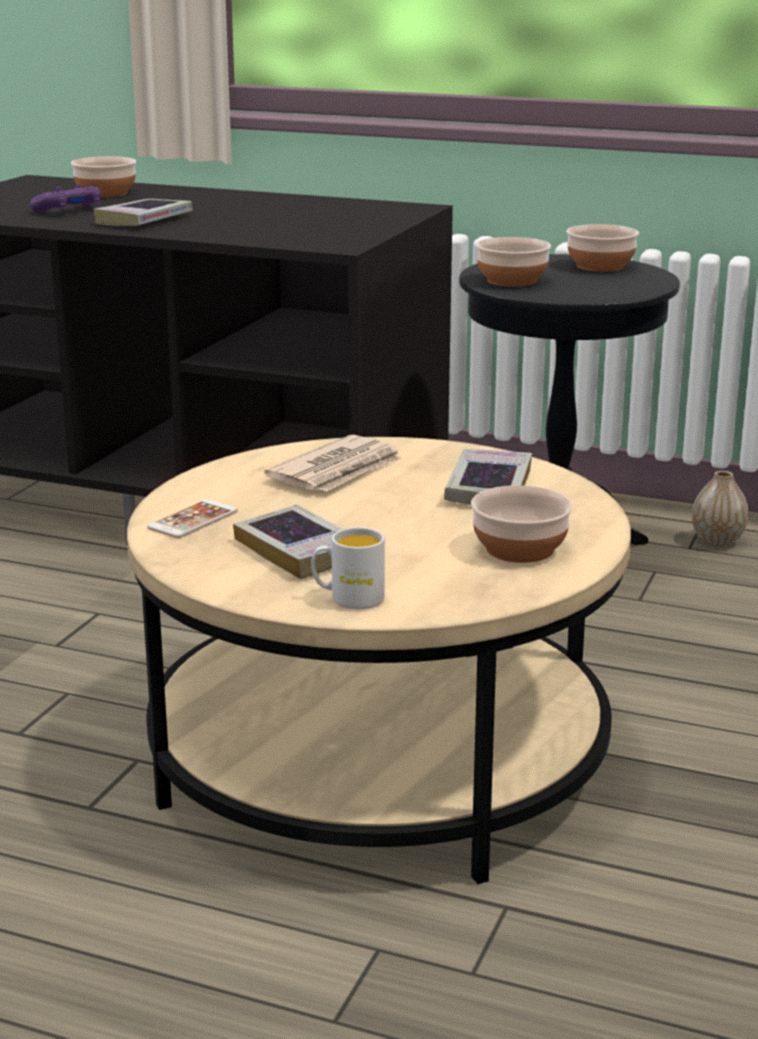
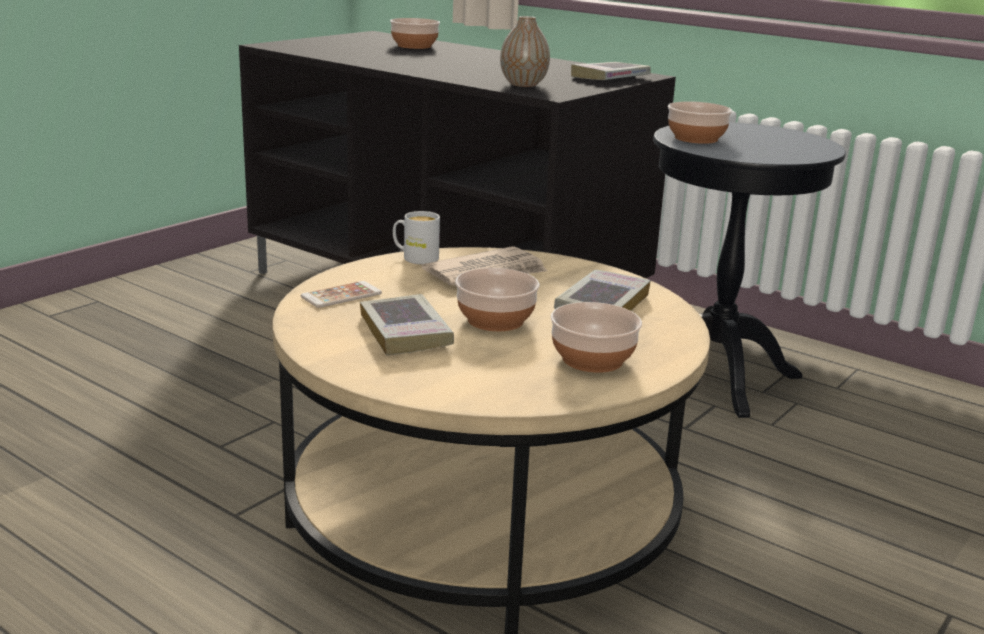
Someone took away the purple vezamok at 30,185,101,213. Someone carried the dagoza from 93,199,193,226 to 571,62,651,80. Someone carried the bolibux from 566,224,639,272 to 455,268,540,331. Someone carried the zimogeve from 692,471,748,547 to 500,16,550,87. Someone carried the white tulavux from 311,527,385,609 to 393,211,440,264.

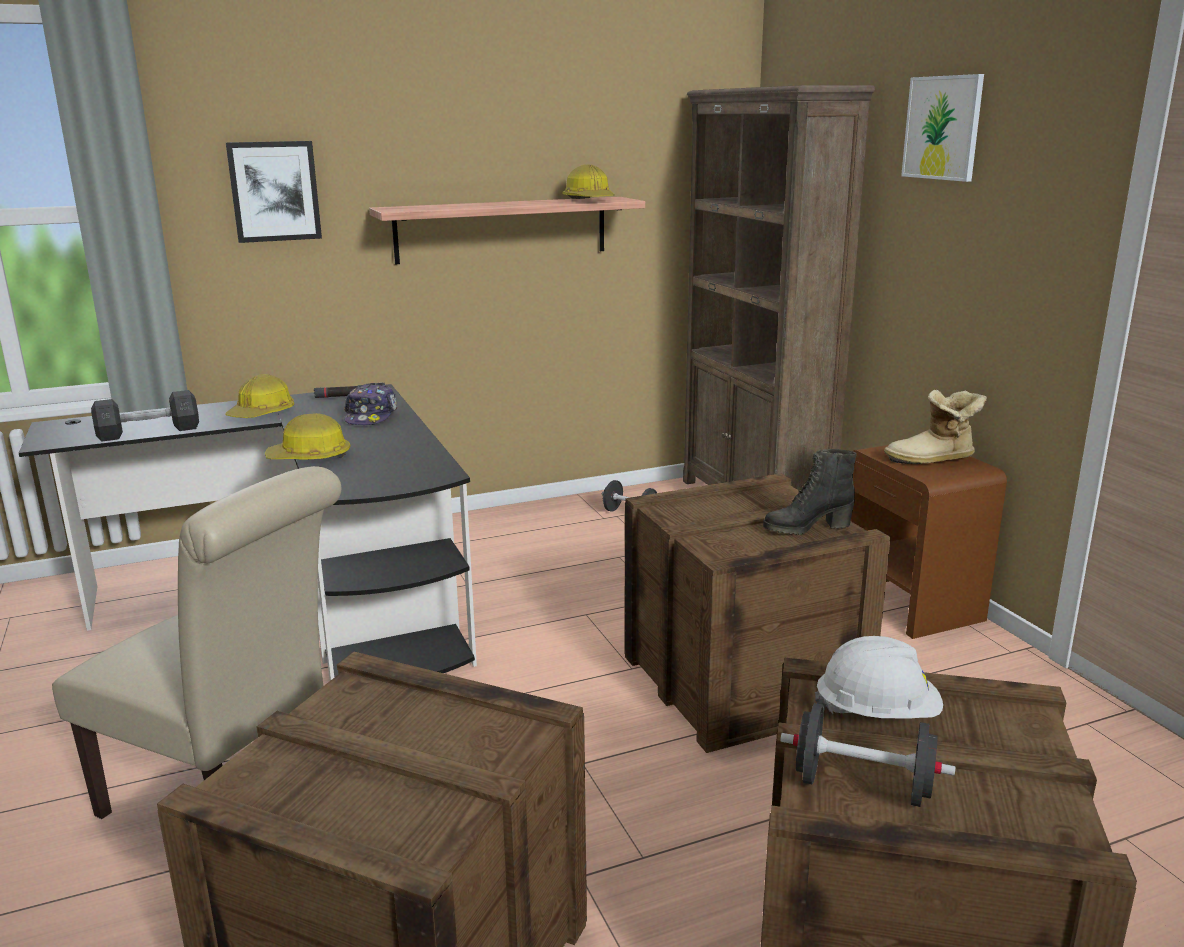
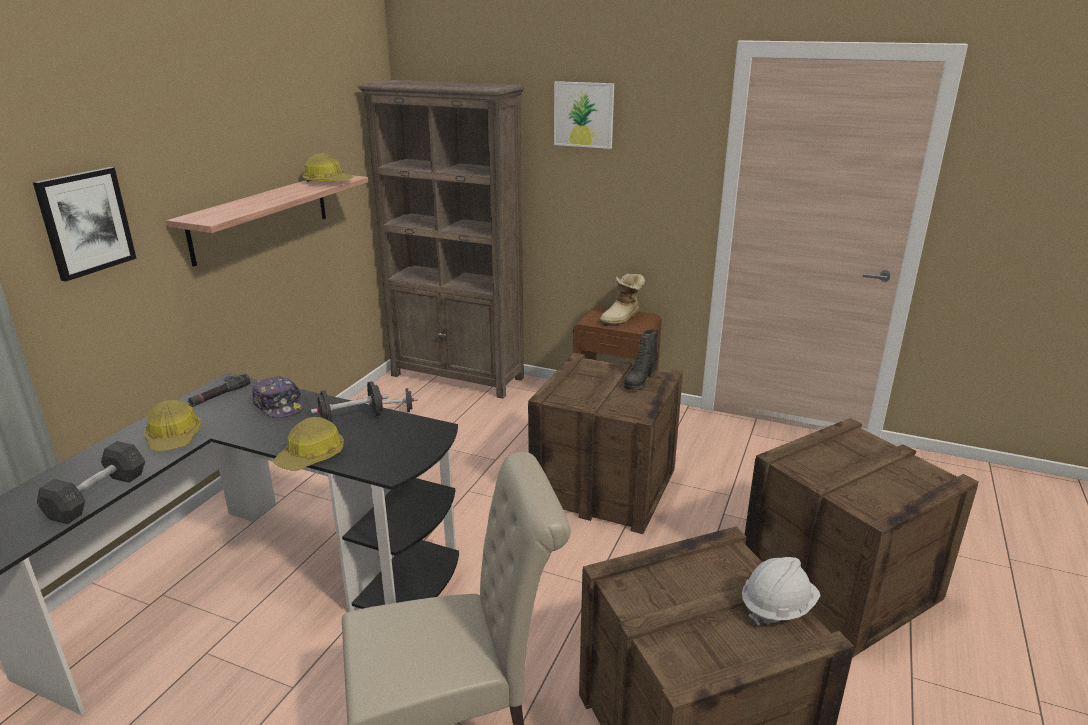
Someone carried the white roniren from 815,636,943,719 to 742,557,821,626. Someone carried the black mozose from 780,703,956,807 to 311,381,388,423.

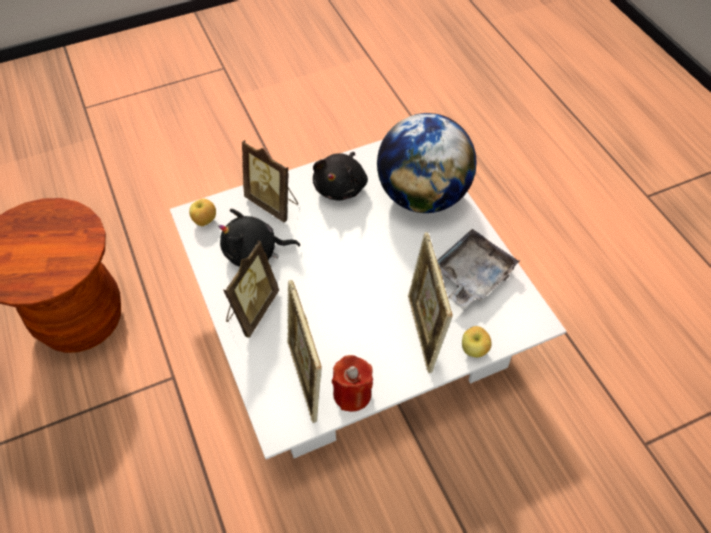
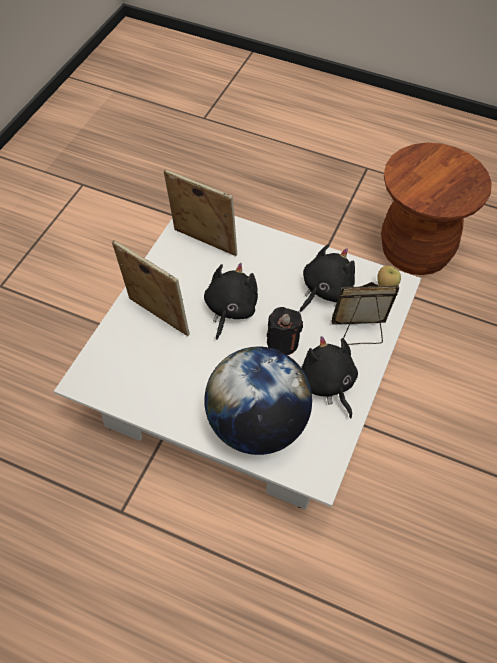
Someone took away the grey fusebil at 437,229,520,309. Someone took away the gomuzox at 223,240,279,338. Someone took away the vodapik at 462,326,491,358. Someone took away the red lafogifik at 332,355,373,412. Someone put down the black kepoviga at 204,263,258,340. Someone put down the black lafogifik at 267,307,303,355.

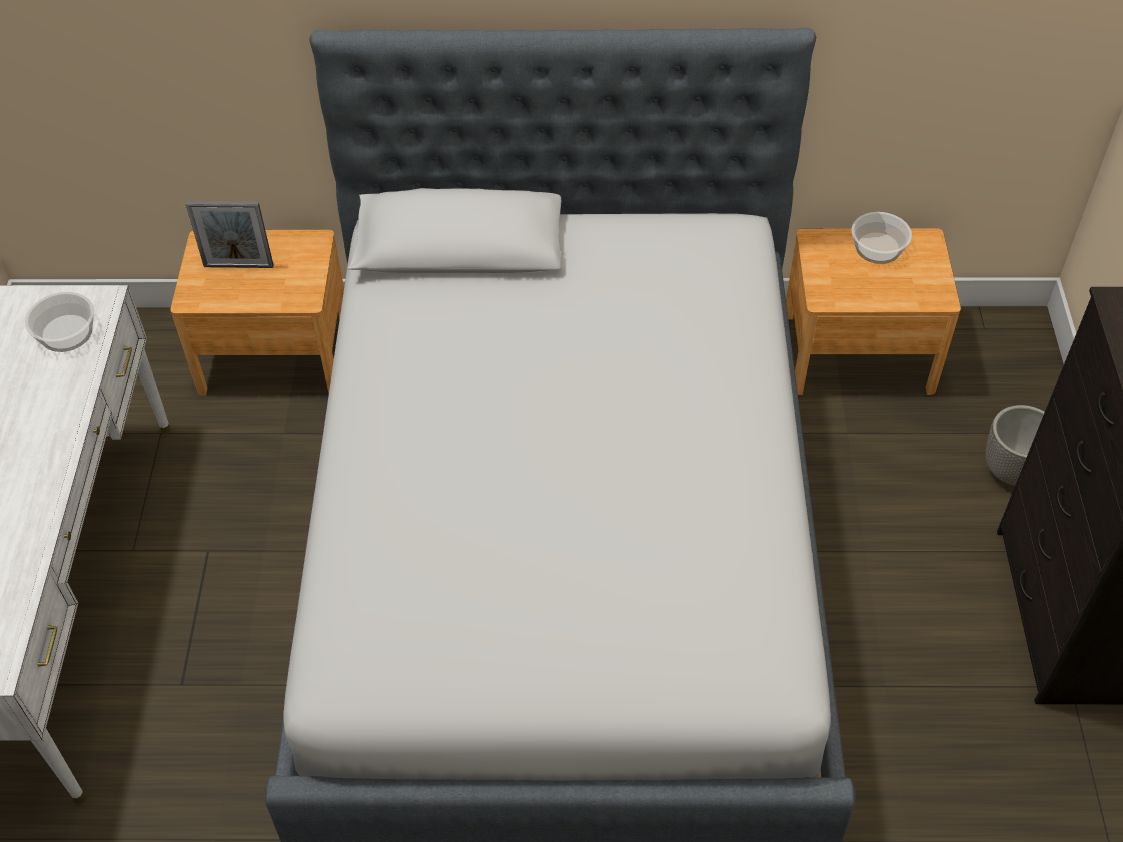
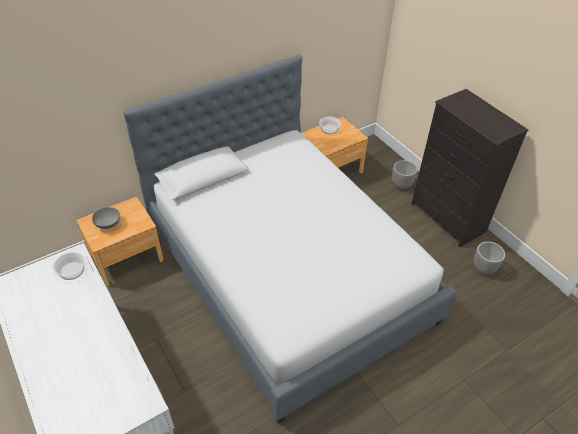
Someone swapped the gomuzox at 186,201,274,268 for the grey bolibux at 92,207,120,229. Someone put down the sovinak at 474,241,505,274.

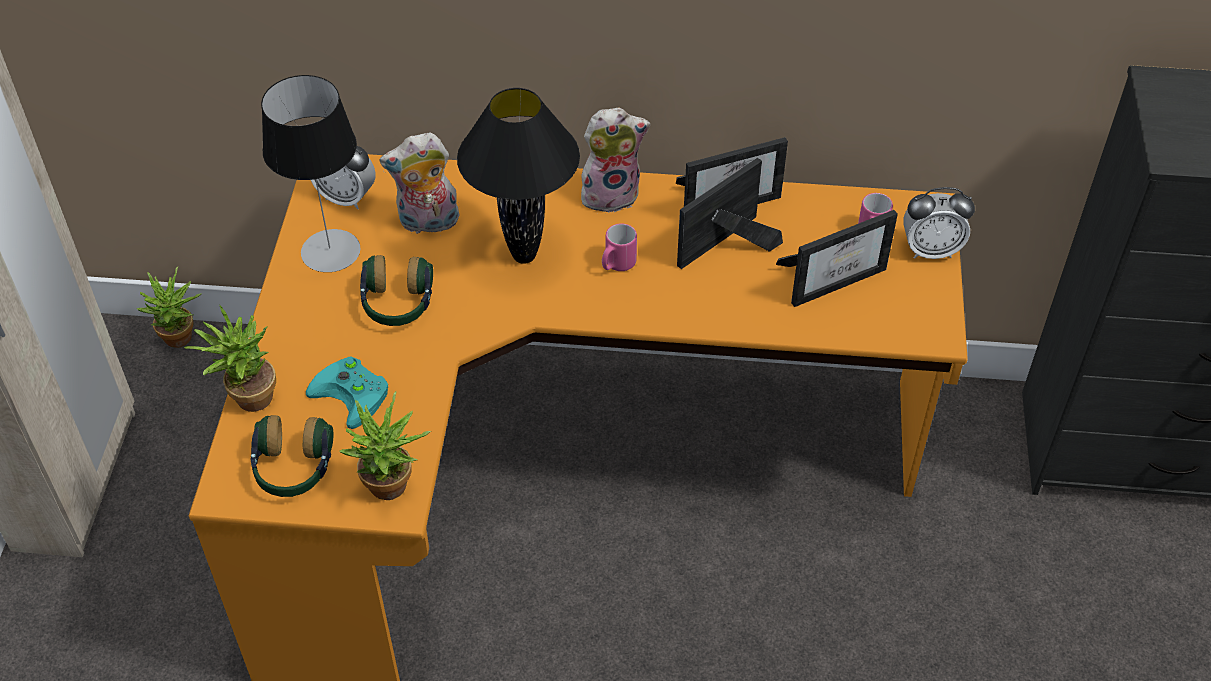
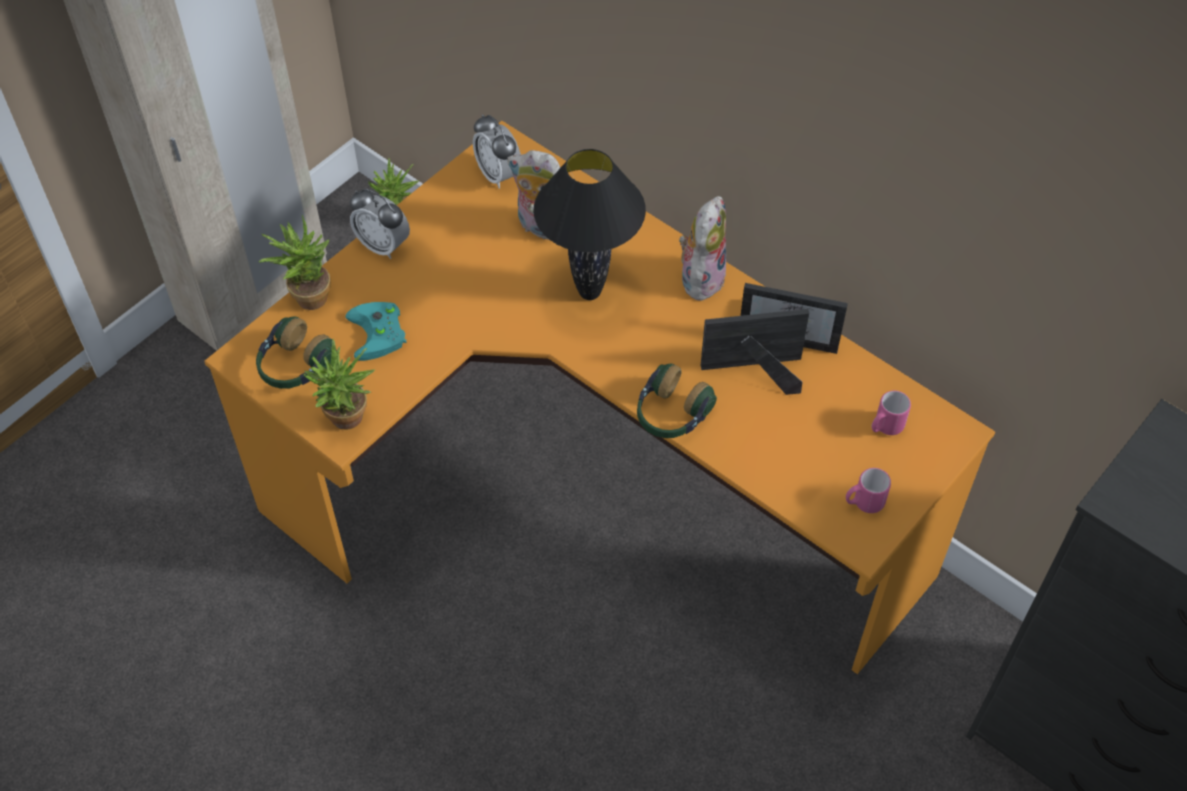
Someone took away the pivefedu at 261,75,360,272. Someone rotated the kepoviga at 581,108,651,213 by 90 degrees counterclockwise. Someone carried the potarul from 903,187,975,259 to 350,189,410,259. Someone took away the gomuzox at 776,210,898,307. Someone carried the pink tulavux from 602,223,637,271 to 846,468,891,513. Someone carried the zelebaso from 360,255,433,326 to 637,364,717,438.

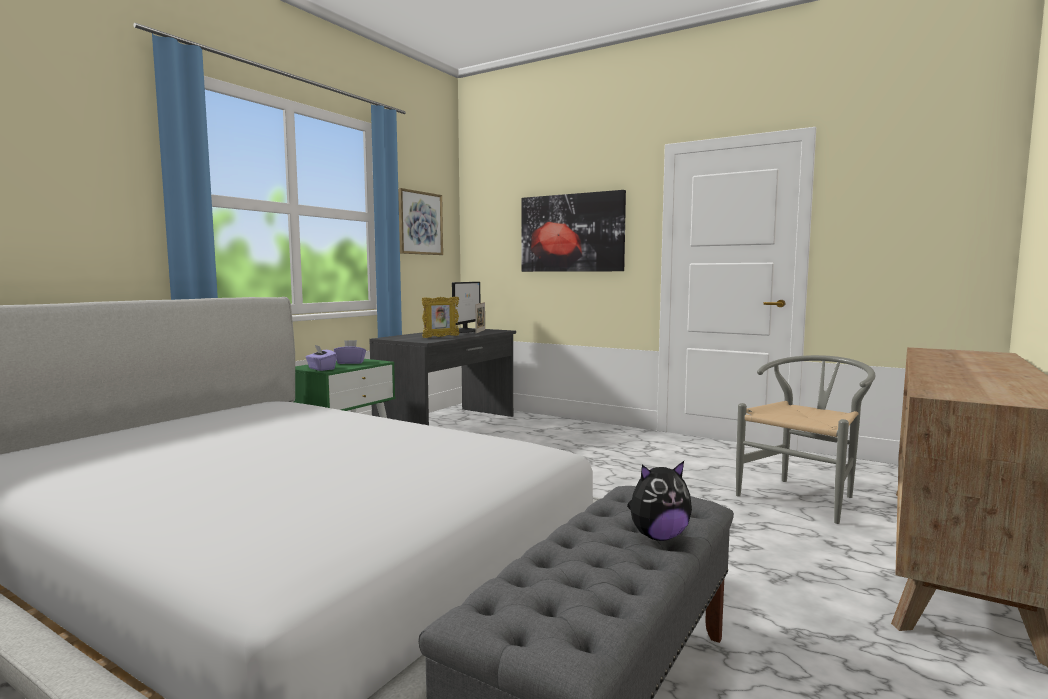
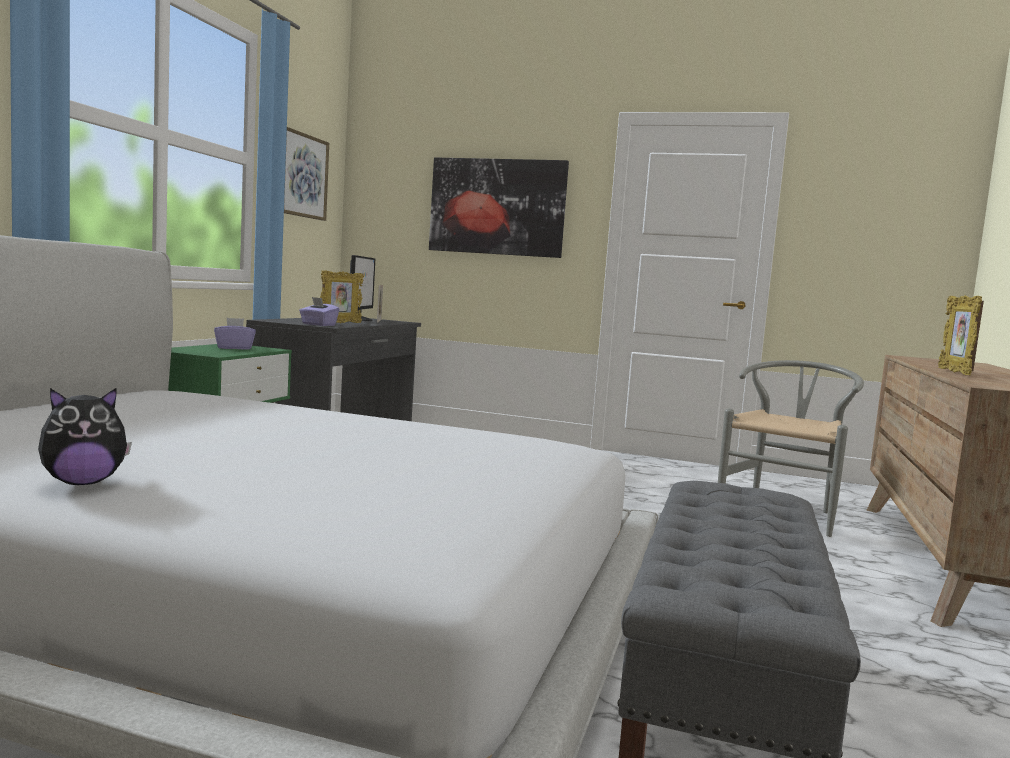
Someone carried the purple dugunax from 306,345,337,371 to 299,297,340,326. Someone carried the kepoviga from 627,461,692,541 to 38,388,132,485. Someone put down the gomuzox at 938,295,984,375.

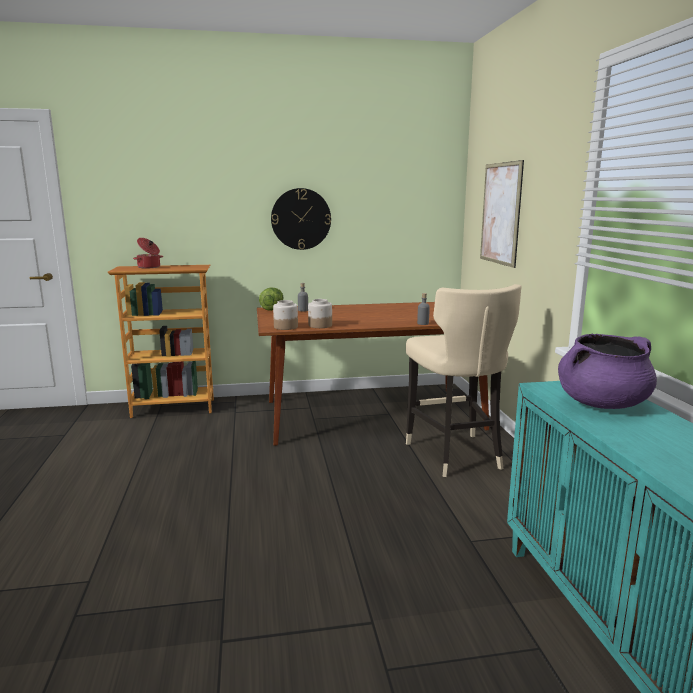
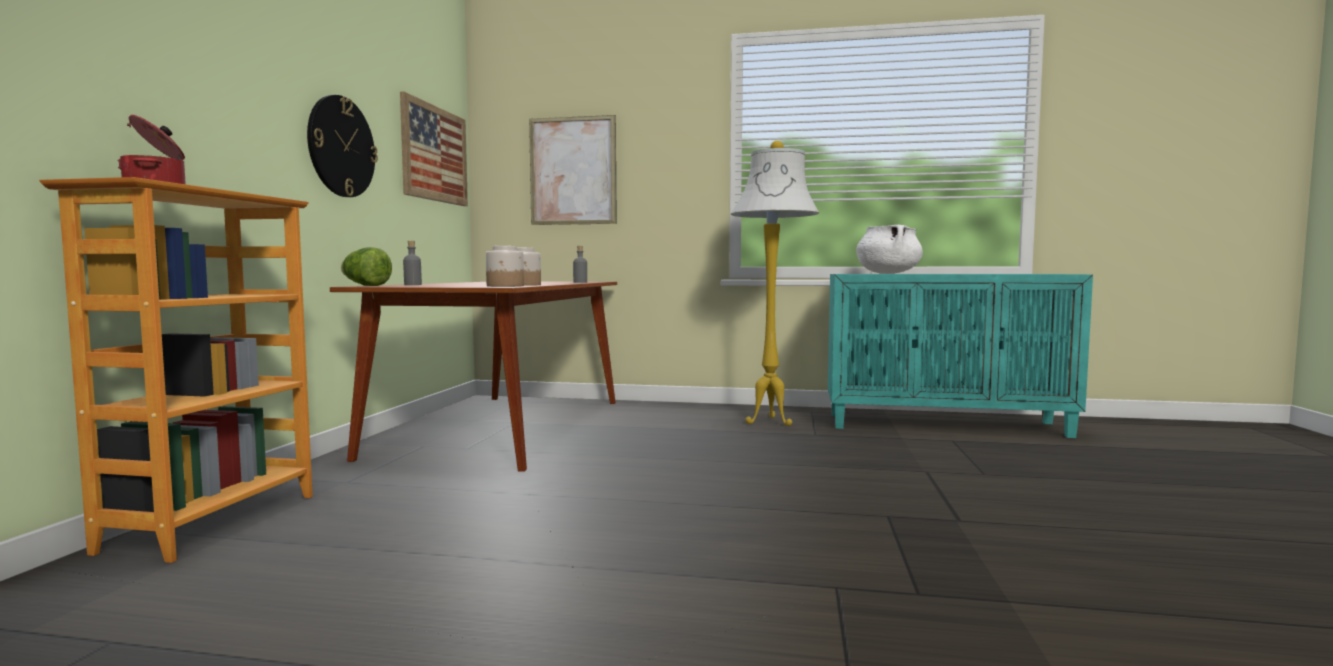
Someone took away the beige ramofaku at 406,284,521,477. Someone repainted the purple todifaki at 558,334,657,409, which became the white todifaki at 856,225,923,274. Someone put up the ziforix at 400,91,468,206. Someone put down the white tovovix at 731,141,819,426.

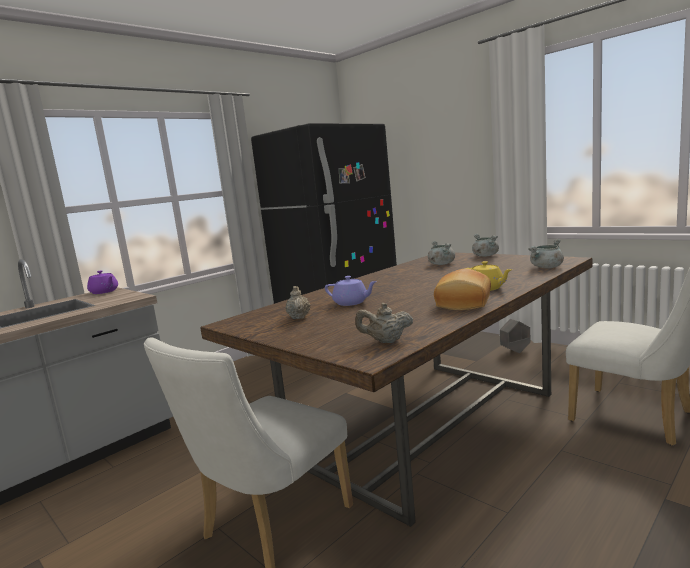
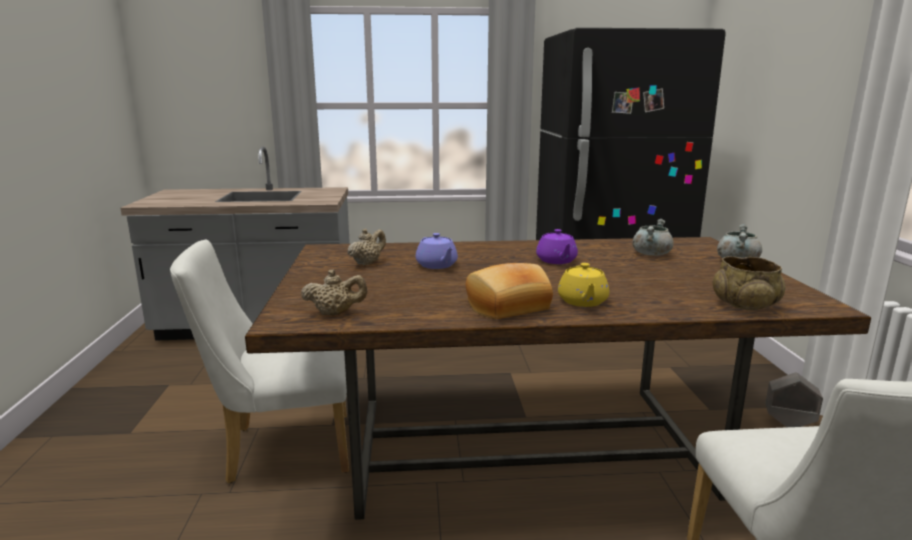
Someone swapped the grey todifaki at 528,239,564,269 for the beige bolibux at 713,256,785,310. Someone carried the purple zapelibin from 87,270,118,294 to 536,229,578,264. Someone rotated the beige zapelibin at 355,303,413,343 by 135 degrees clockwise.

